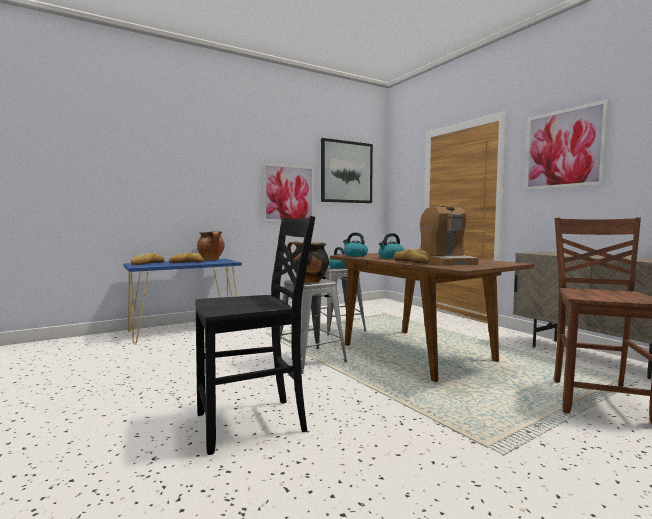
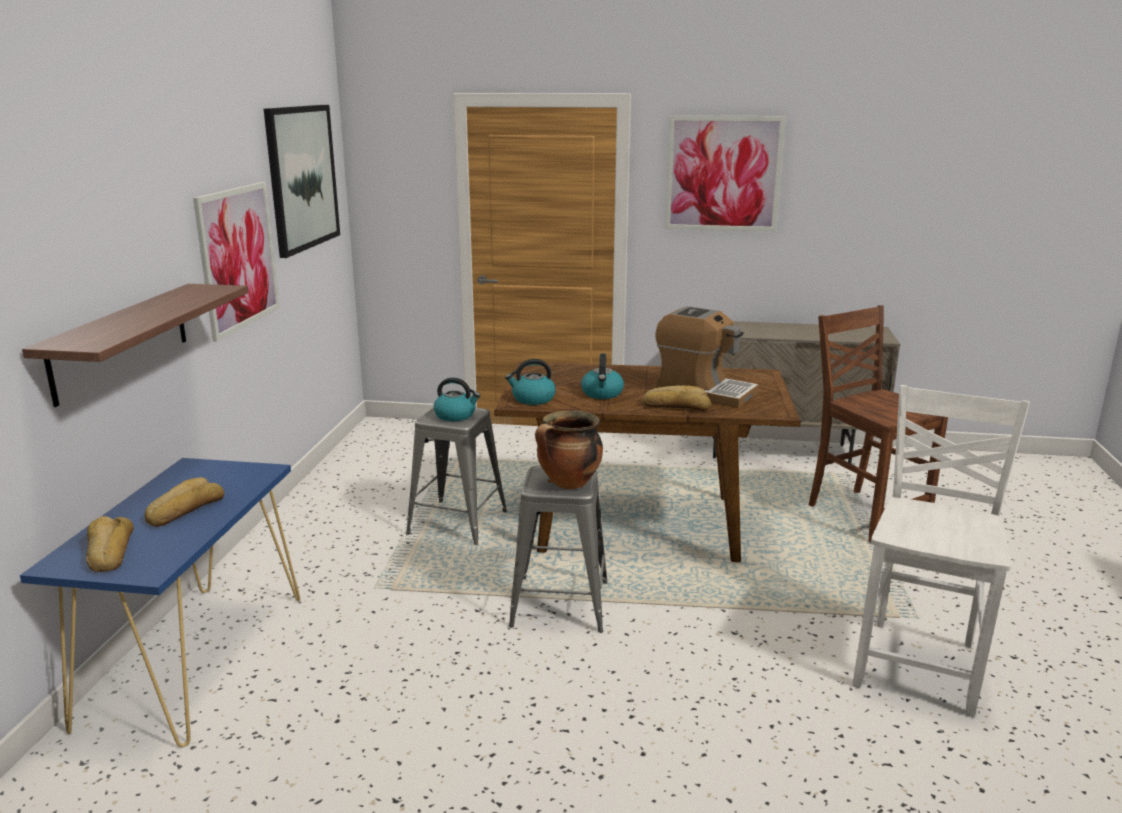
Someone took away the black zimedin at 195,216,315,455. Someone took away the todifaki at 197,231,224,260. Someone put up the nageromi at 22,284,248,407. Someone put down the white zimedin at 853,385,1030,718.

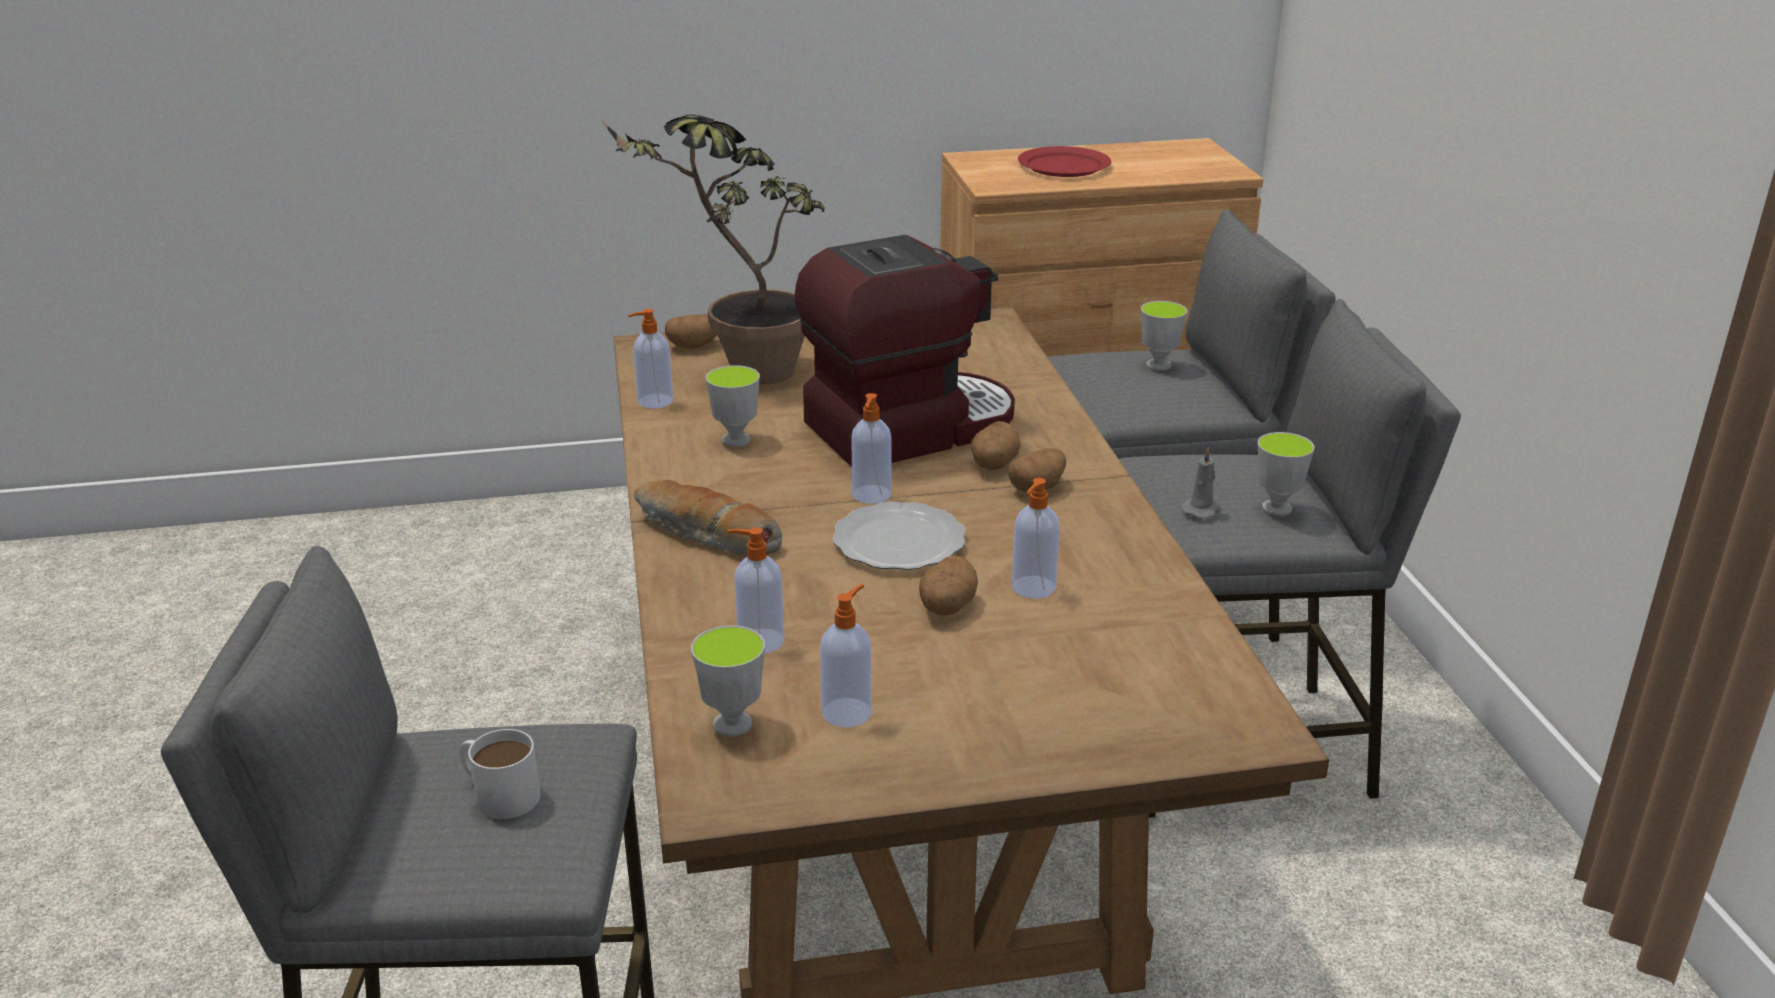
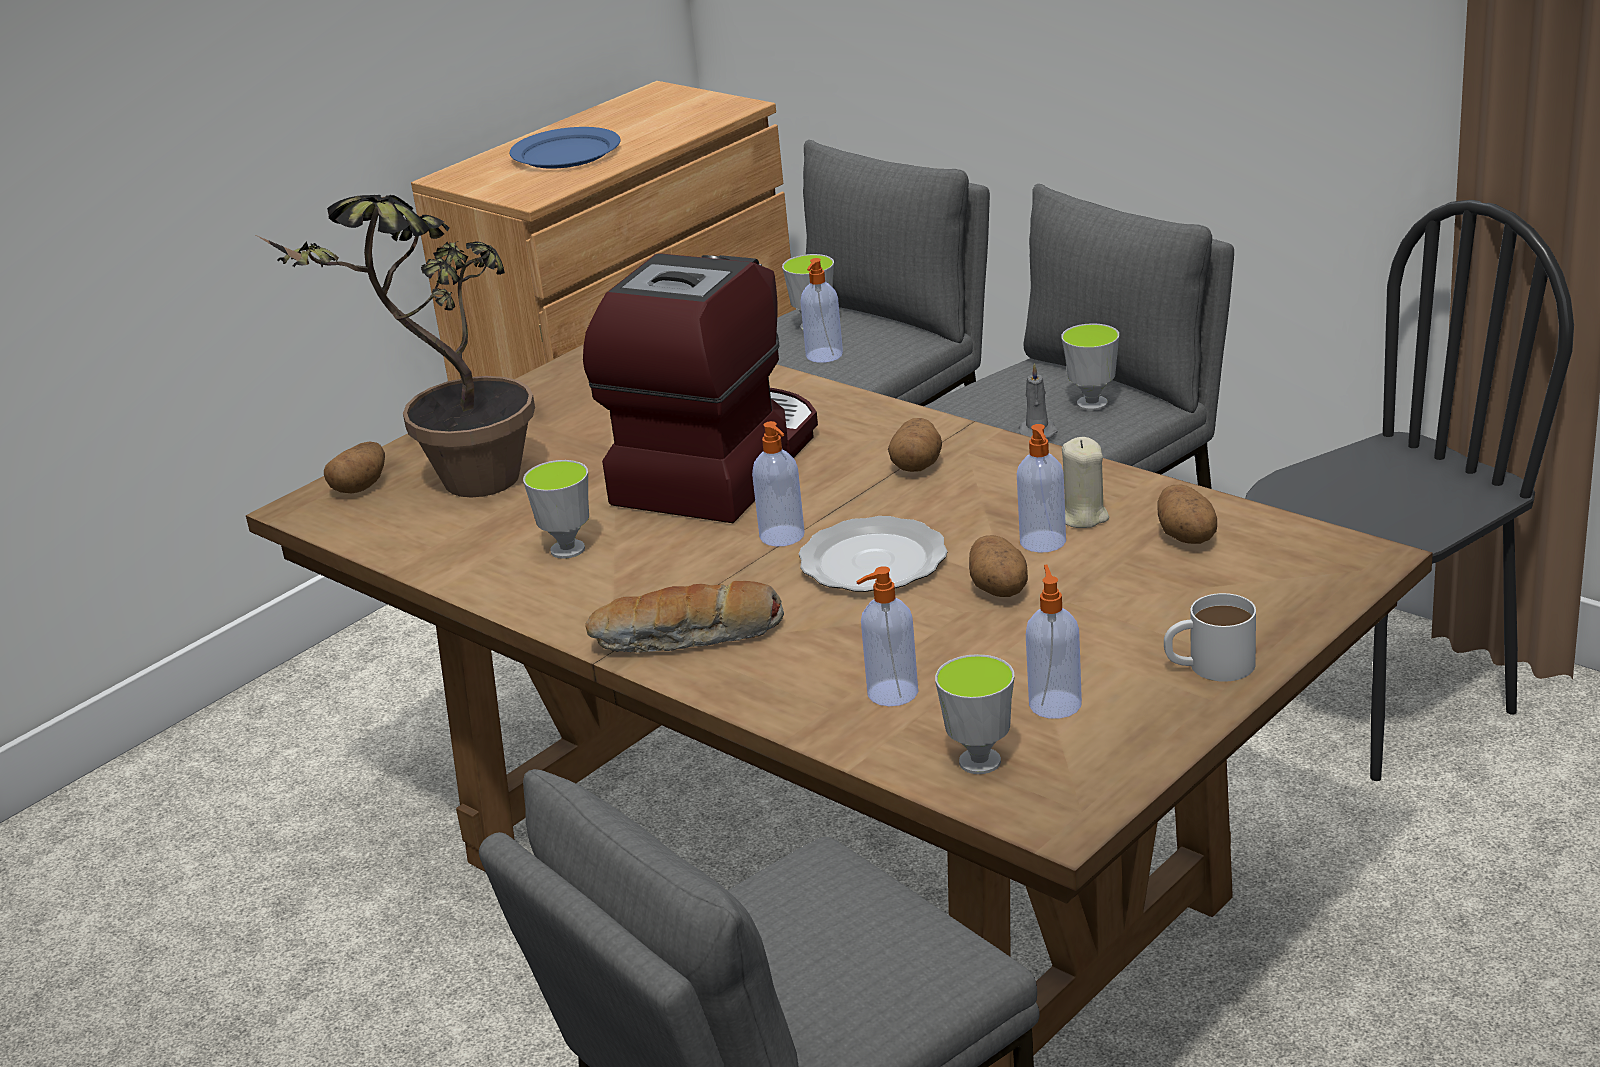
Someone repainted the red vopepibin at 1018,146,1111,177, which became the blue vopepibin at 510,127,621,169. Someone carried the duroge from 628,309,673,408 to 801,258,843,363. Someone carried the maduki from 971,421,1021,470 to 1158,485,1217,544. Someone carried the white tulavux from 459,729,540,819 to 1164,593,1256,682. Someone put down the black zimedin at 1245,200,1574,781. Someone put down the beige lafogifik at 1062,437,1109,528.

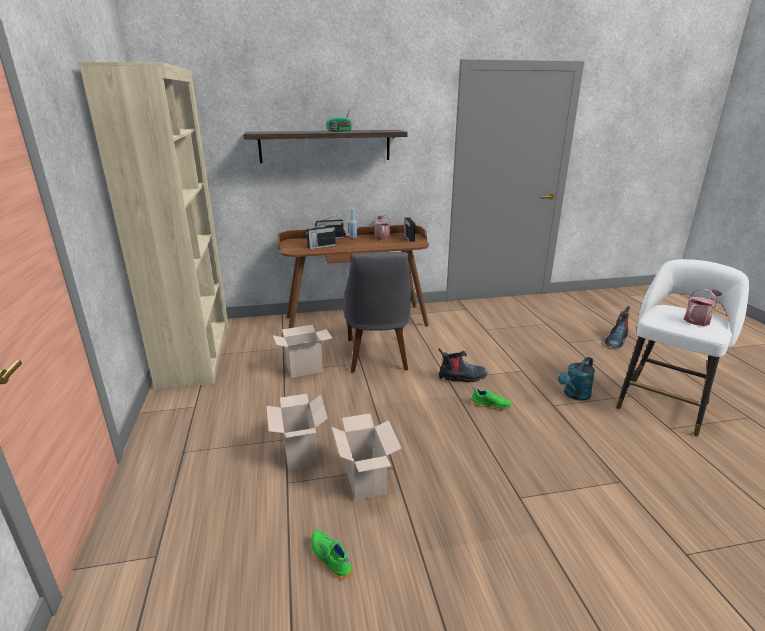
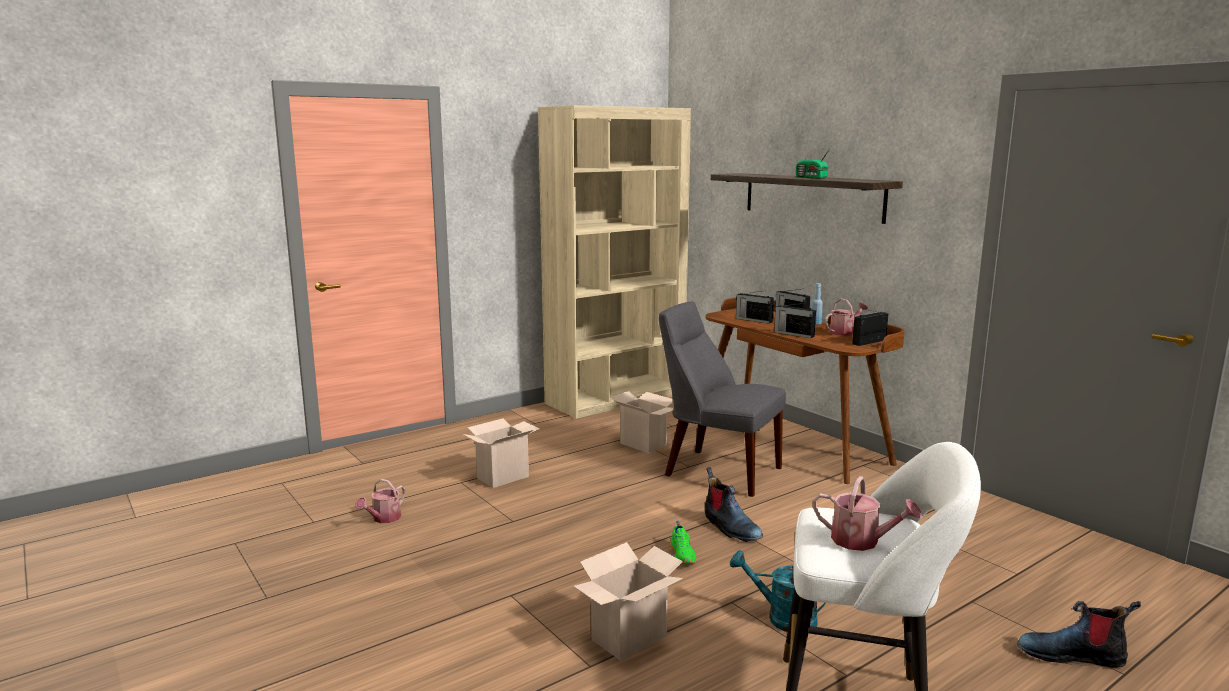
Someone rotated the grey zimedin at 344,252,411,372 by 60 degrees clockwise. Someone carried the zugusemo from 332,413,402,501 to 573,542,683,661. Someone swapped the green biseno at 311,530,353,579 for the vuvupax at 355,479,405,523. Someone put down the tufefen at 774,302,816,338.

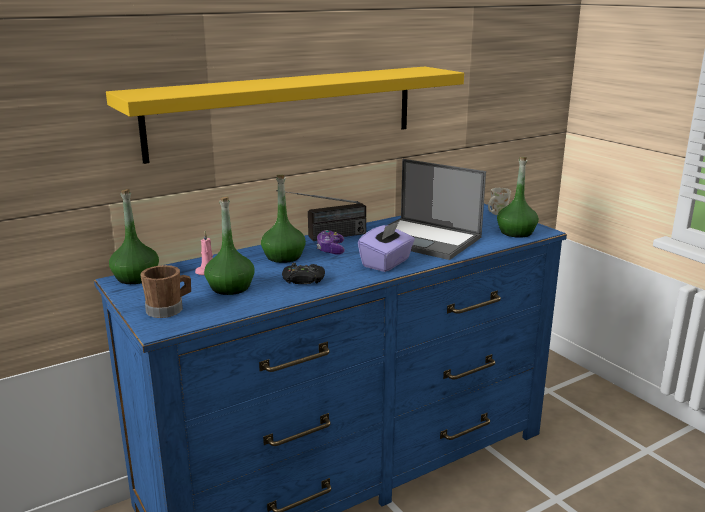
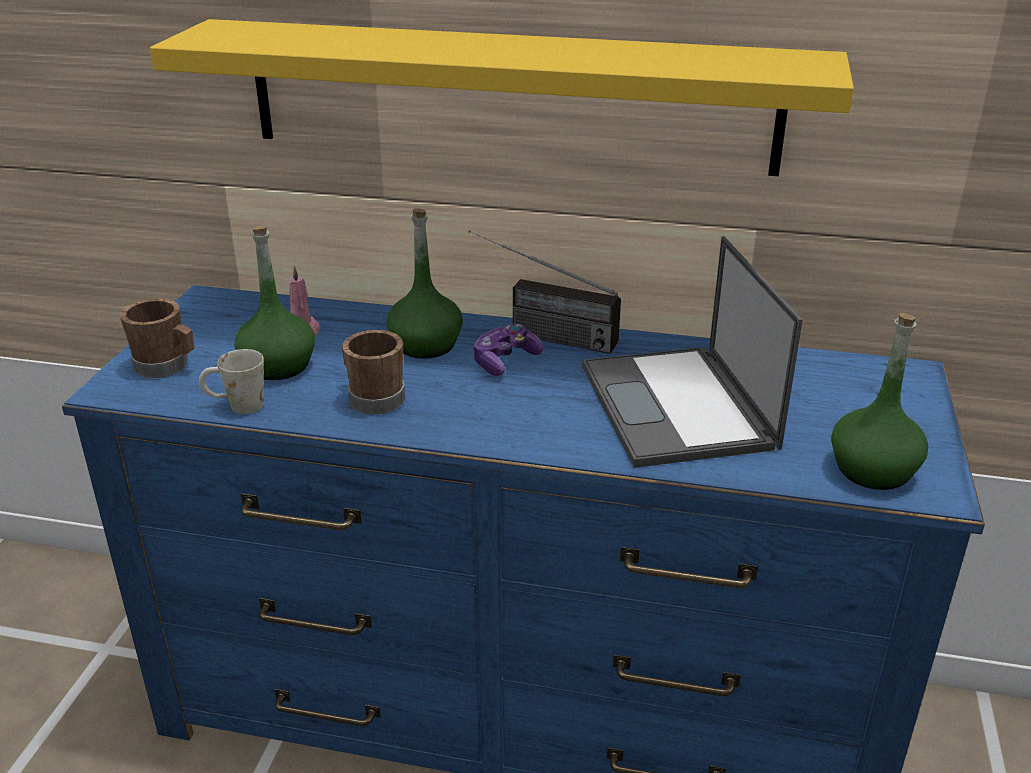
Someone carried the white tulavux from 488,188,511,215 to 199,349,264,414. Someone took away the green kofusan at 109,189,159,284. Someone took away the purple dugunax at 358,221,415,272. Someone swapped the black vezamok at 282,263,325,284 for the brown tulavux at 342,330,405,415.

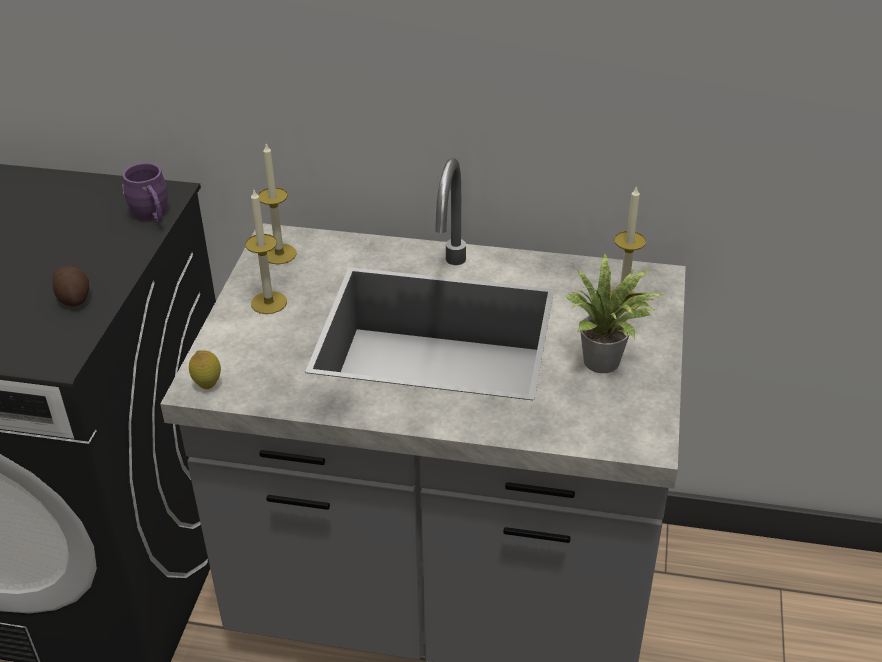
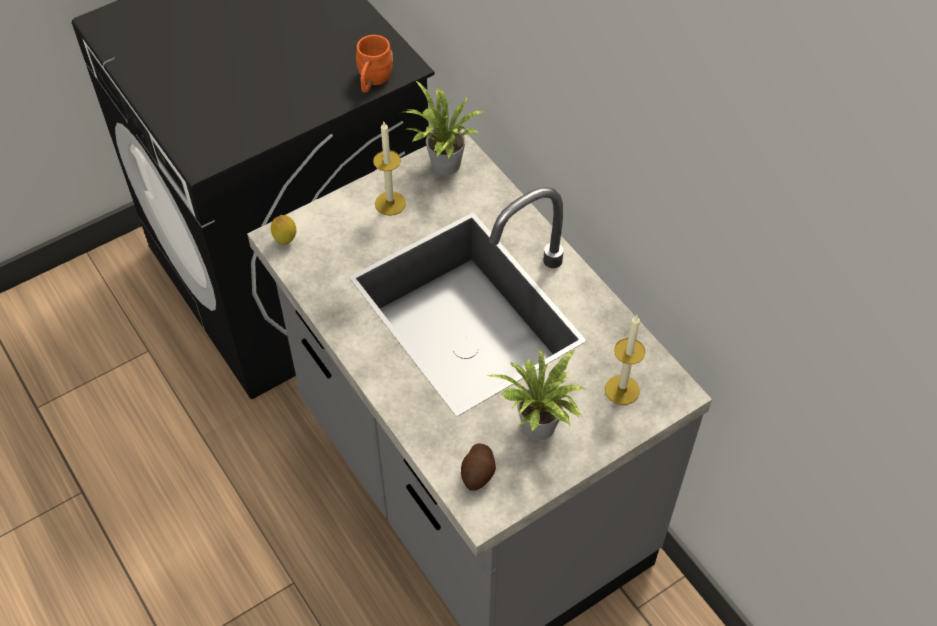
Someone swapped the lafogifik at 258,144,297,264 for the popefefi at 401,80,484,175. Someone repainted the purple tulavux at 122,163,168,223, which became the orange tulavux at 356,35,393,93. Someone carried the maduki from 53,266,89,307 to 461,443,496,491.

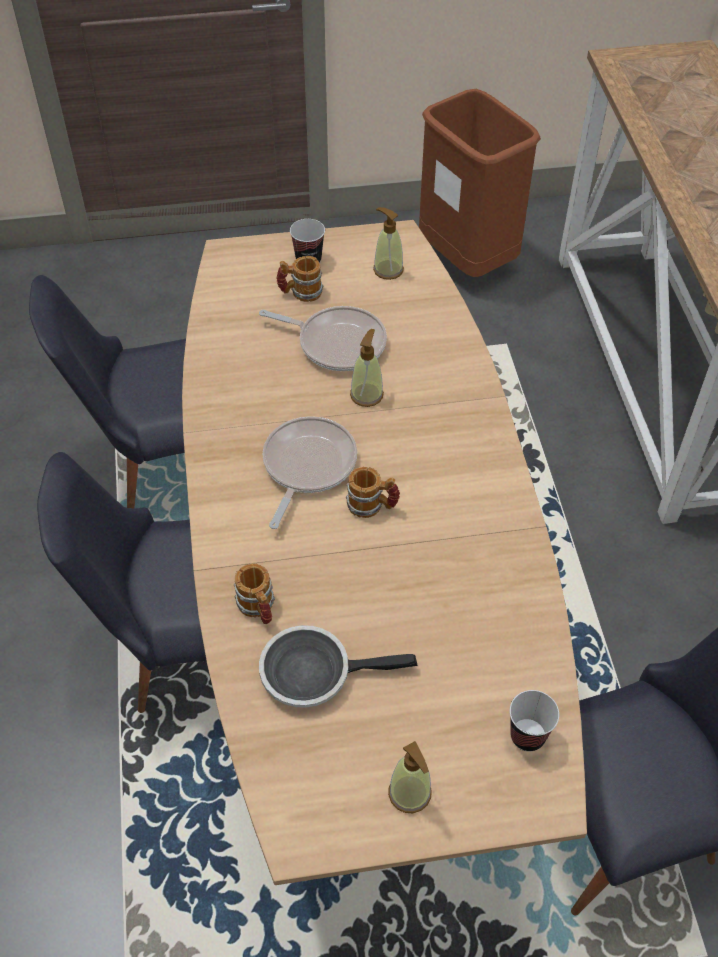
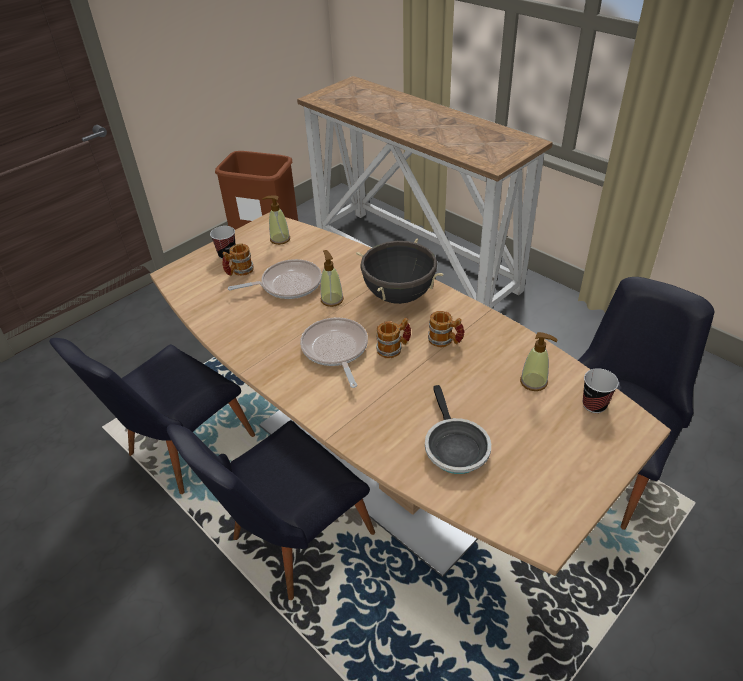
Someone carried the tulavux from 234,563,275,624 to 428,311,464,347. Someone rotated the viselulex at 259,625,417,708 by 60 degrees counterclockwise. Someone carried the duroge from 388,741,432,813 to 520,332,558,391. Someone put down the black todifaki at 356,238,444,304.

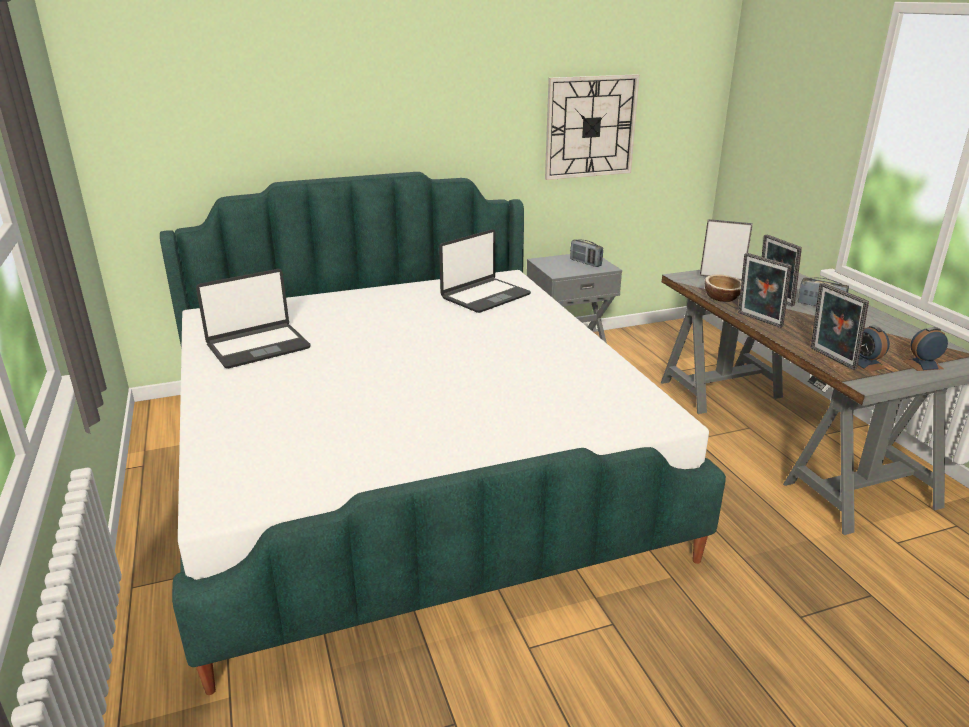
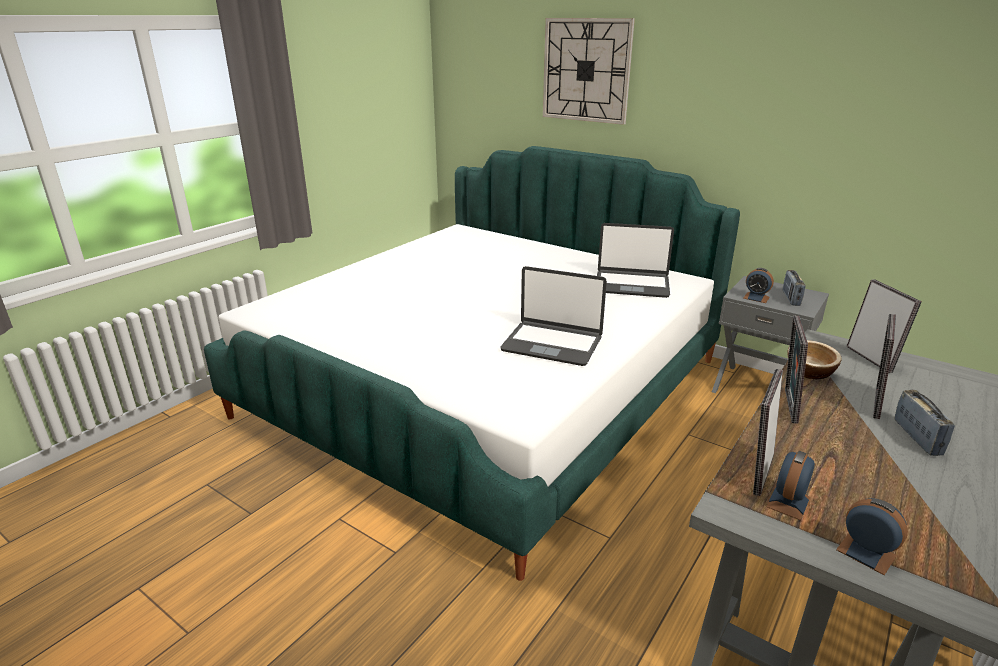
Someone carried the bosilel from 545,74,640,180 to 543,18,635,125. Someone carried the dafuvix from 196,269,310,368 to 501,266,607,366. Someone put down the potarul at 743,268,774,303.

